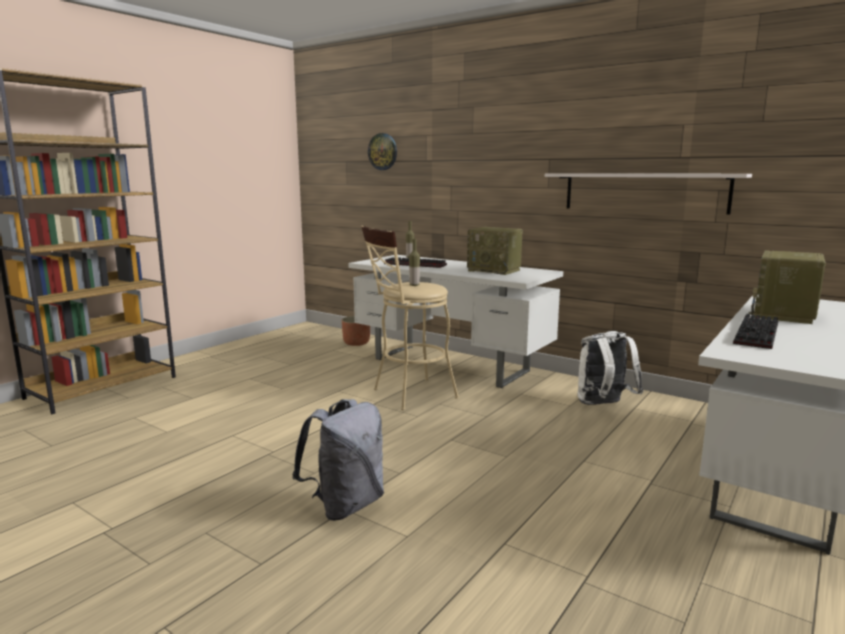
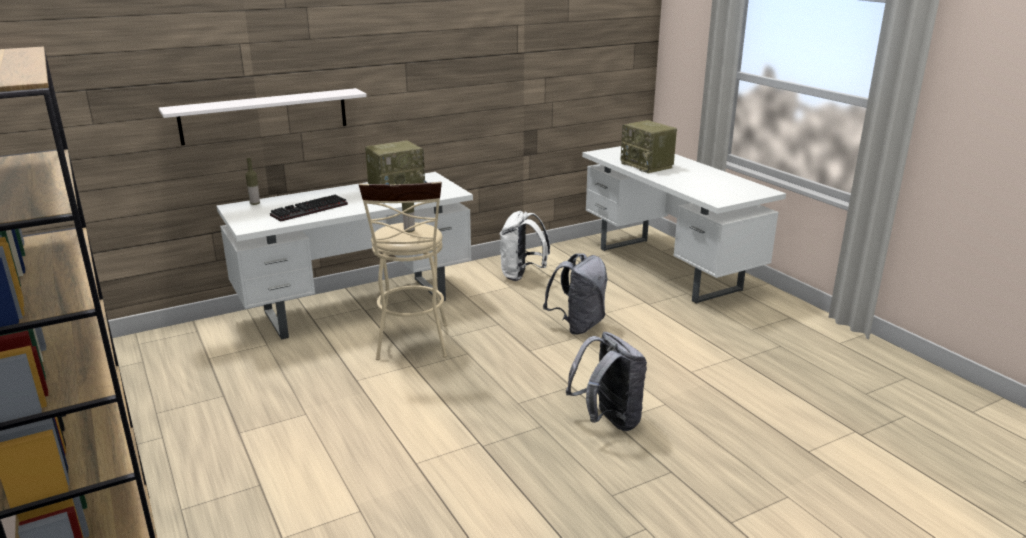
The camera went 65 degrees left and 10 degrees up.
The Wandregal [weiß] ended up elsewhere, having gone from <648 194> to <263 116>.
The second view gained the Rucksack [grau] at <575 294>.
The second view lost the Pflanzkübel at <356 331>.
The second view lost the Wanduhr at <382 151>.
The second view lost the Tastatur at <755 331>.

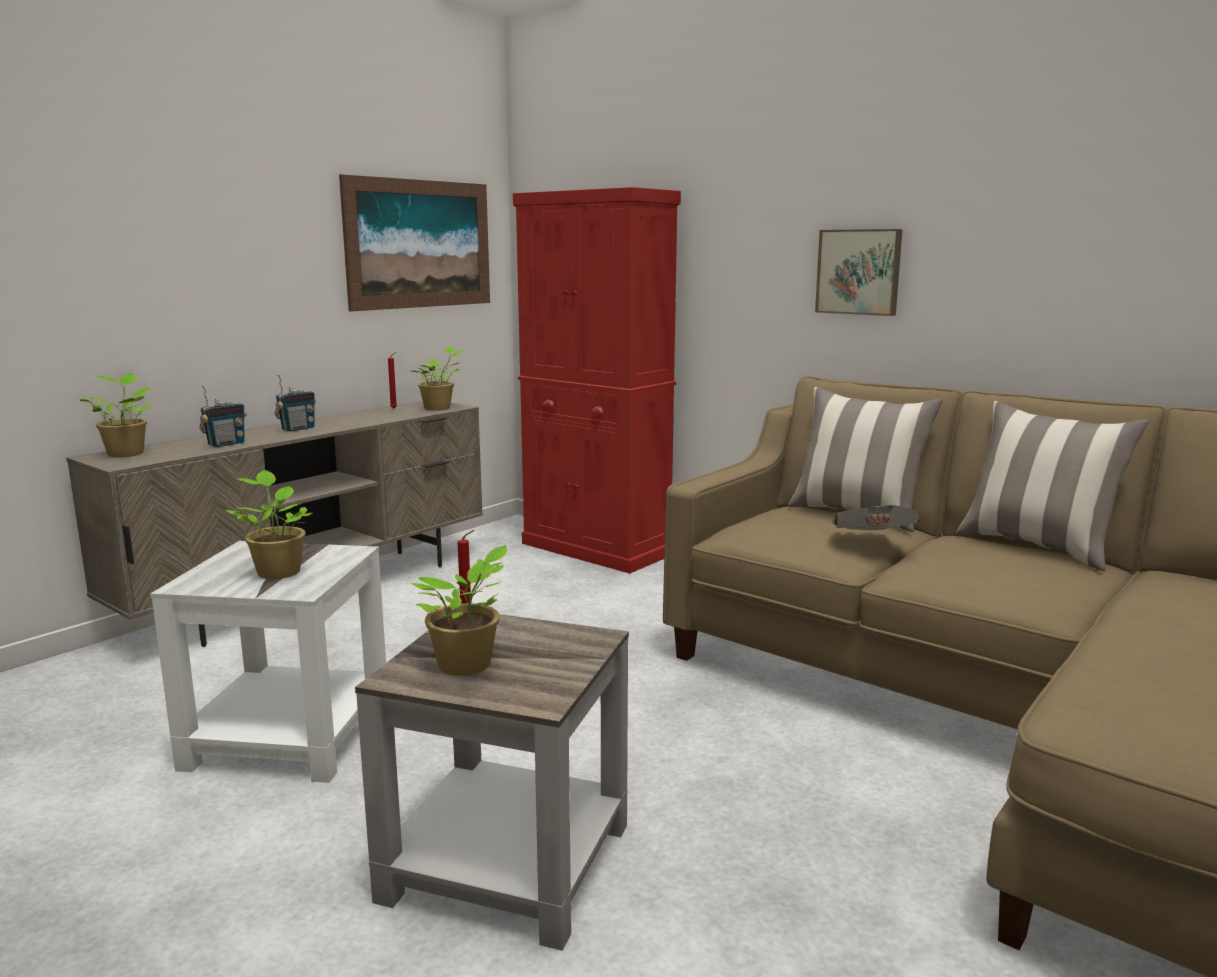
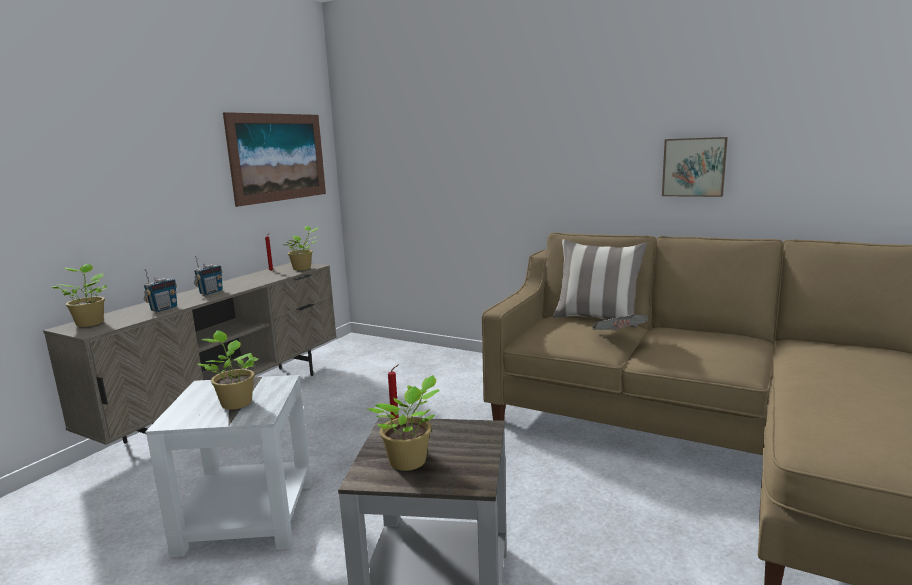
The camera went 10 degrees left and 0 degrees up.
The Bild ended up elsewhere, having gone from <858 272> to <695 167>.
The second view lost the Schrank [rot] at <597 380>.
The second view lost the Kissen at <1052 486>.

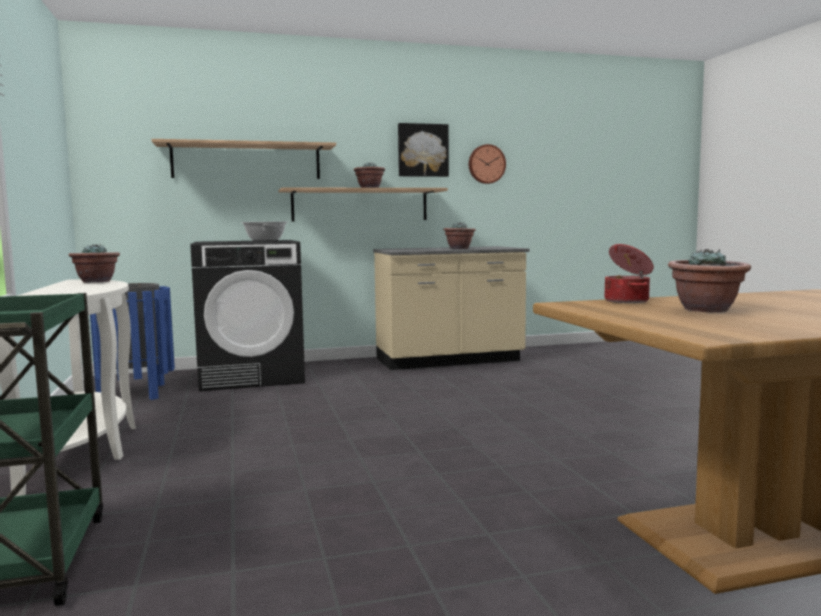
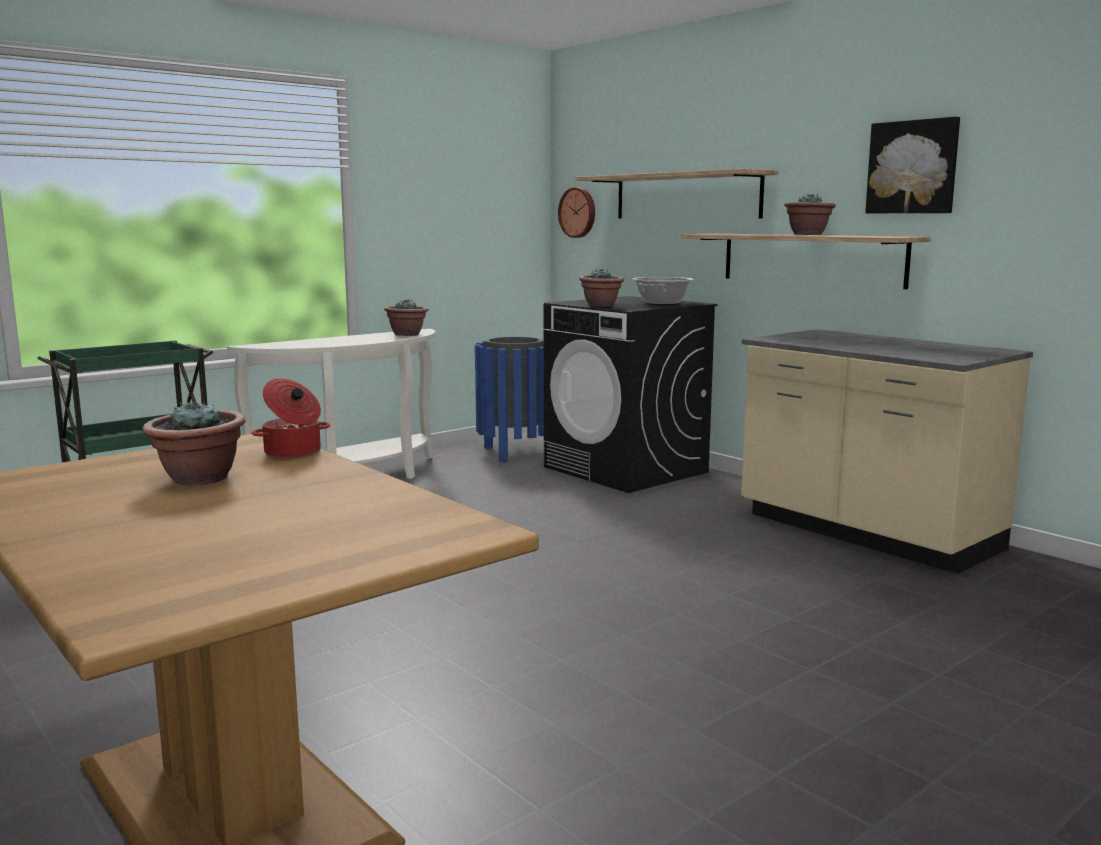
The camera went 65 degrees right and 5 degrees up.
The Wanduhr ended up elsewhere, having gone from <487 164> to <576 212>.
The Topfpflanze ended up elsewhere, having gone from <459 235> to <601 288>.

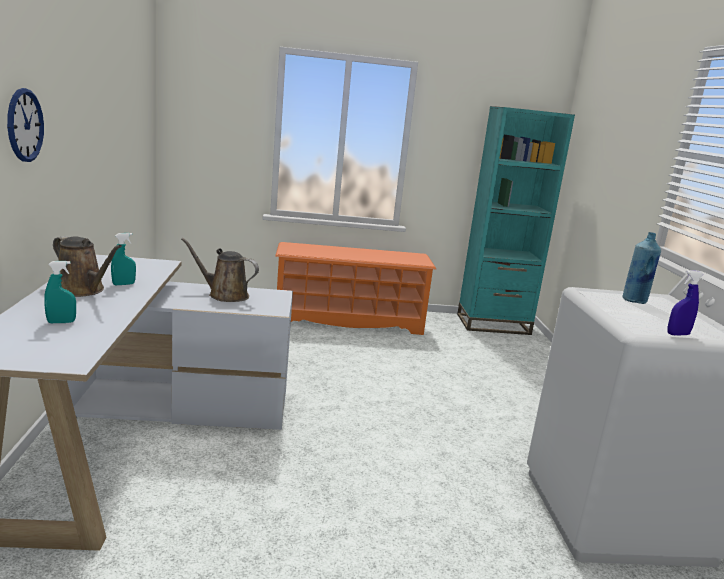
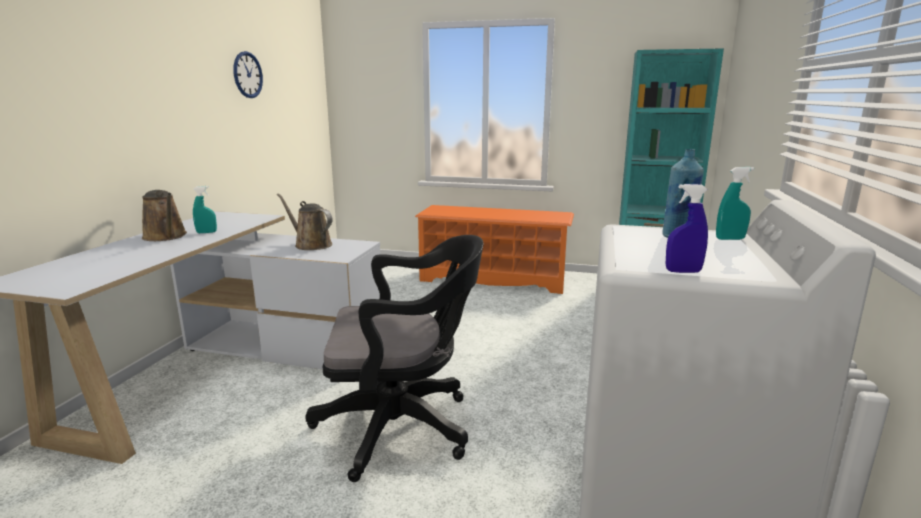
The camera went 20 degrees right and 0 degrees up.
The Wanduhr ended up elsewhere, having gone from <25 125> to <248 74>.
The second view gained the Bürostuhl [schwarz] at <394 358>.
The Sprühflasche [türkis] ended up elsewhere, having gone from <60 292> to <735 203>.

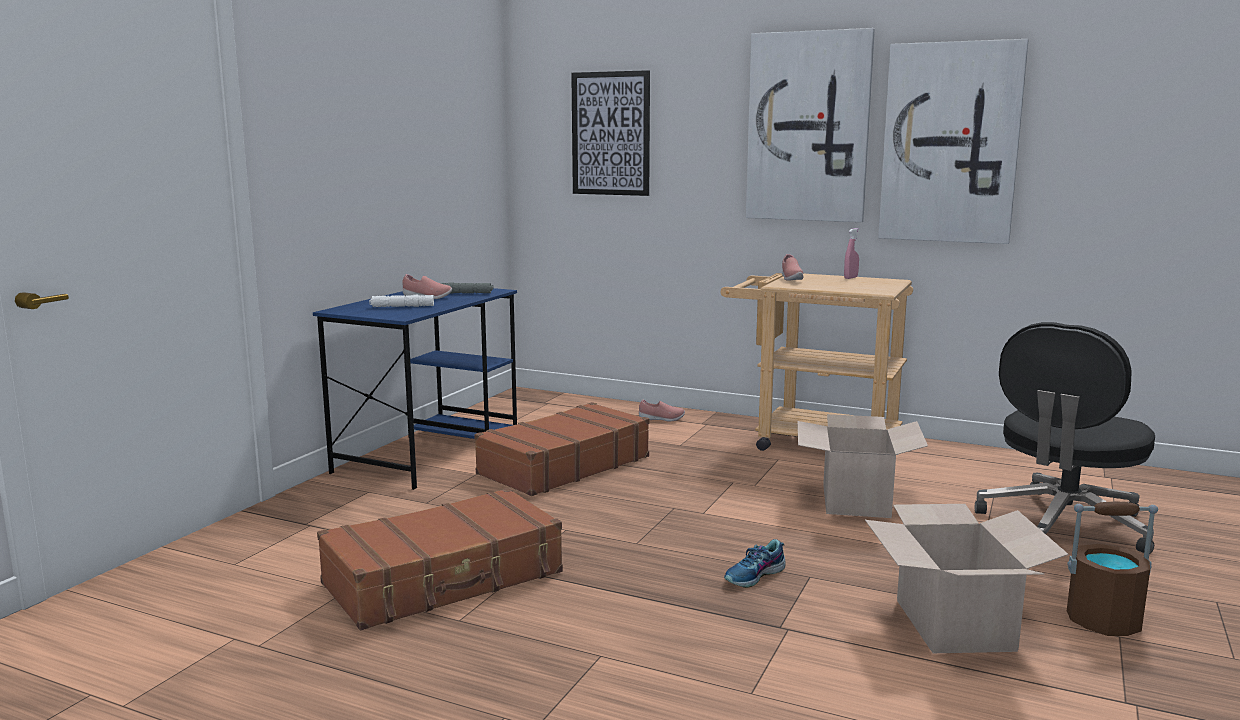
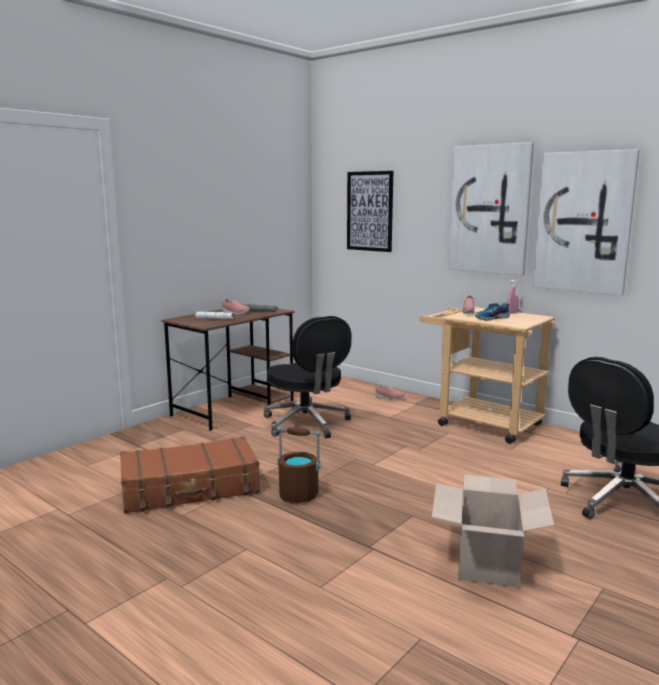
The camera went 15 degrees right and 0 degrees up.
What was the Schreibtisch [blau] at <415 389> turned into the Schreibtisch [braun] at <228 367>.
Where the Koffer [braun] stood at <561 449>, the Bürostuhl [schwarz] came to stand at <307 377>.
The Eimer [braun] ended up elsewhere, having gone from <1112 569> to <299 465>.
The Schuh ended up elsewhere, having gone from <755 563> to <492 311>.
The second view lost the Karton at <862 466>.

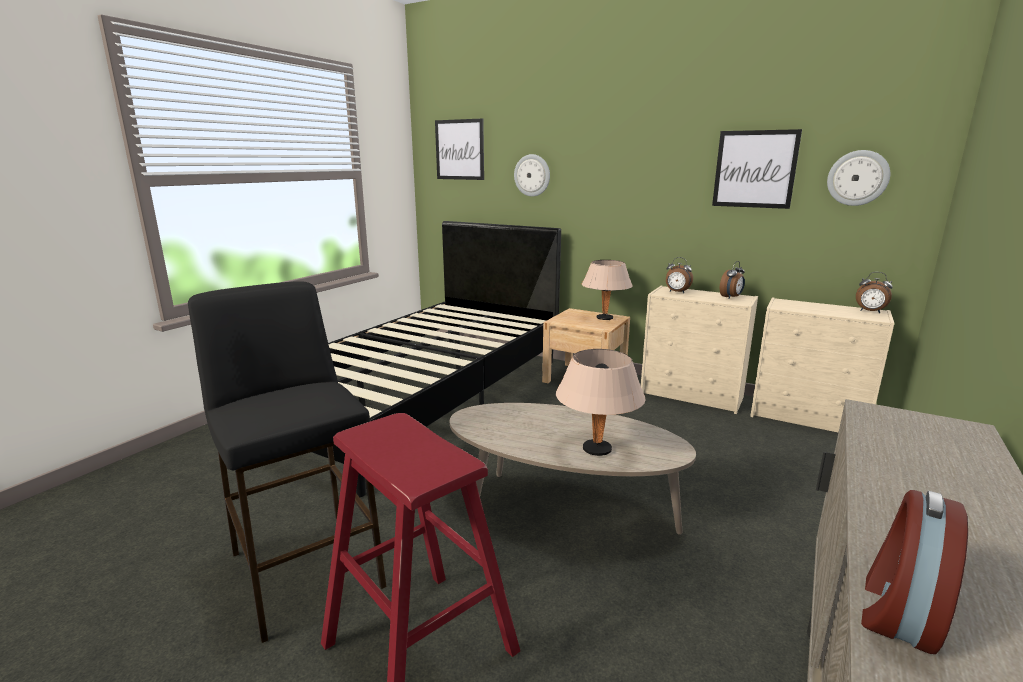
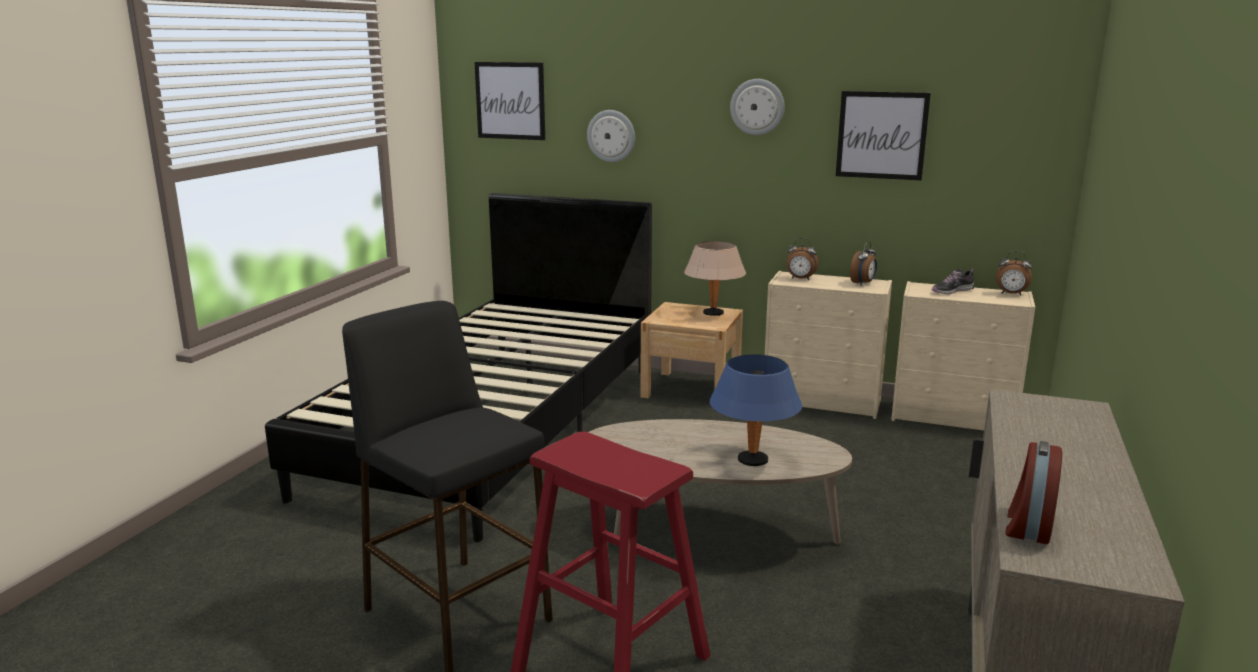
The camera went 10 degrees left and 0 degrees up.
What was the Tischlampe [beige] at <601 402> turned into the Tischlampe [blau] at <755 410>.
The Wanduhr ended up elsewhere, having gone from <858 178> to <757 107>.
The second view gained the Schuh at <953 281>.

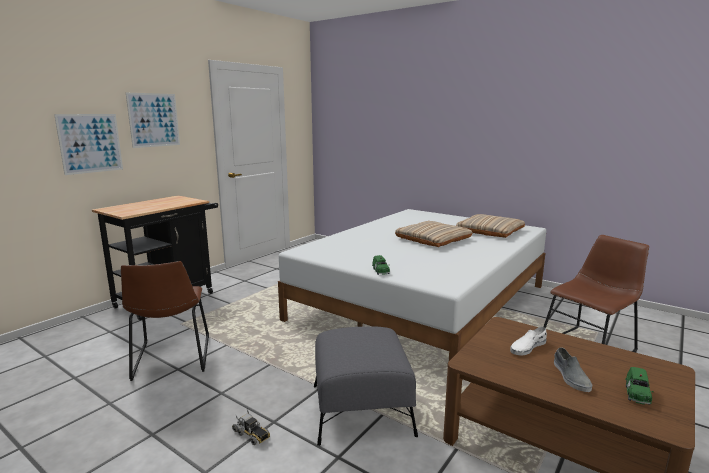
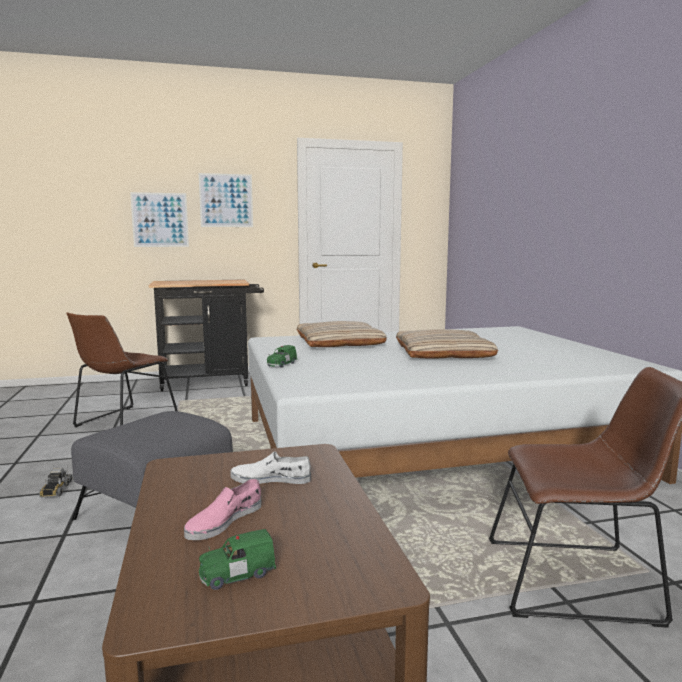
The camera went 40 degrees right and 5 degrees down.
What was the Schuh [grau] at <573 369> turned into the Schuh [rosa] at <222 509>.
The Kissen [beige] ended up elsewhere, having gone from <490 226> to <341 334>.

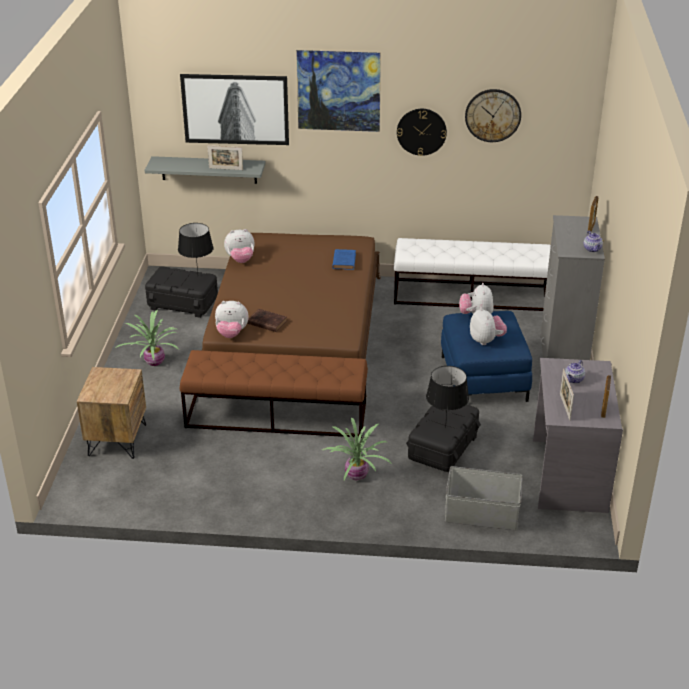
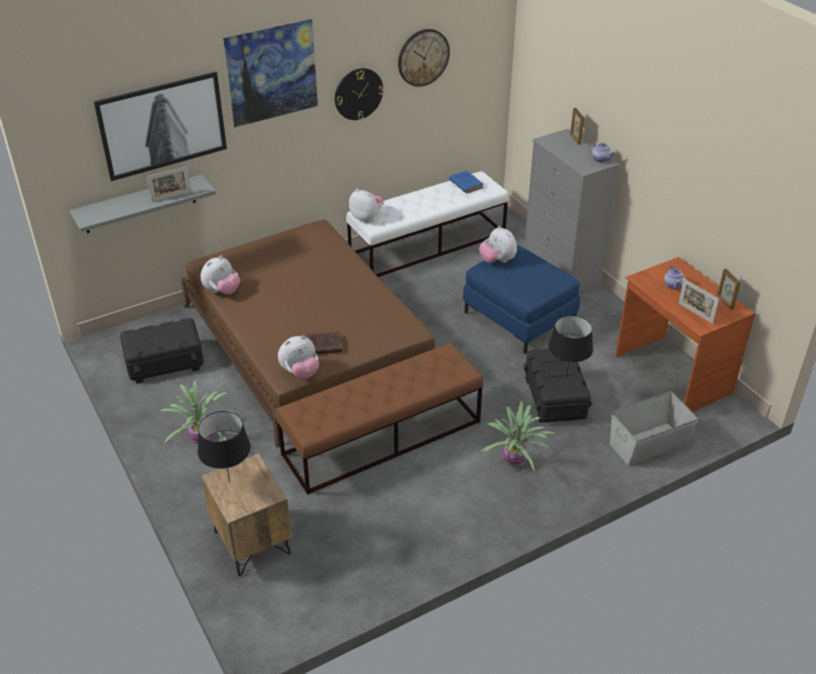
The camera went 35 degrees left and 5 degrees up.
The Tischlampe [schwarz] ended up elsewhere, having gone from <195 248> to <224 446>.
The Plüschtier ended up elsewhere, having gone from <488 326> to <366 205>.
The Buch [blau] ended up elsewhere, having gone from <344 259> to <466 182>.
What was the Schreibtisch [grau] at <578 435> turned into the Schreibtisch [braun] at <685 334>.

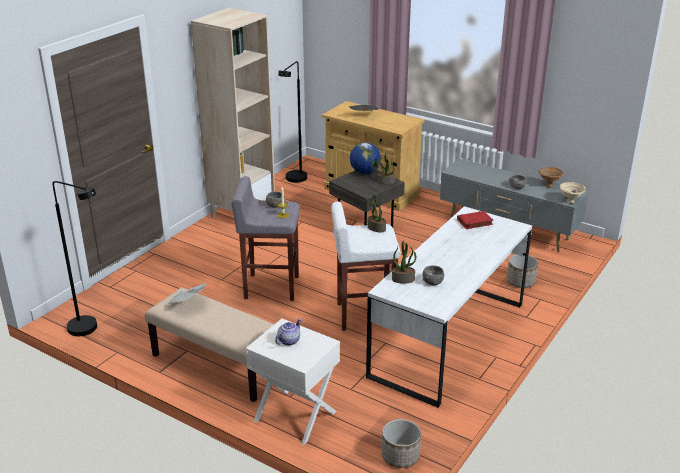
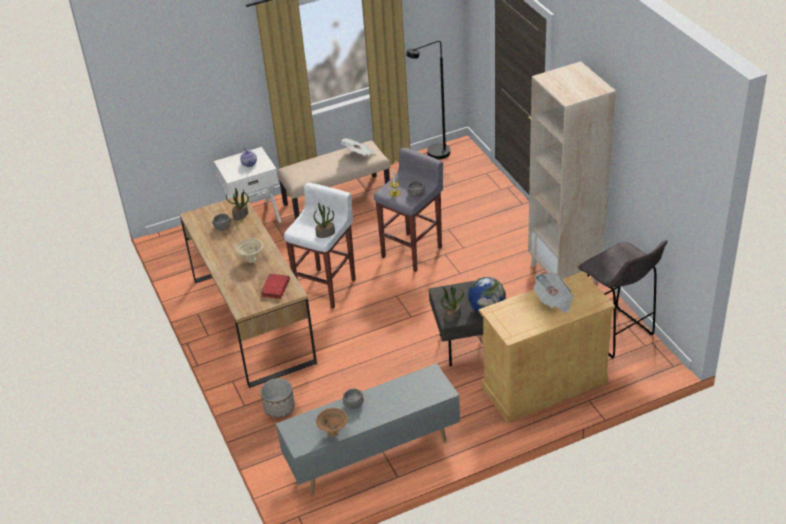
The camera went 125 degrees right and 10 degrees up.
What was the Schreibtisch [weiß] at <449 307> turned into the Schreibtisch [braun] at <248 291>.
The Schüssel [beige] ended up elsewhere, having gone from <572 192> to <249 250>.
Where the Stehlampe [schwarz] stood at <292 122>, the Hocker [grau] came to stand at <623 299>.
The second view lost the Pflanzkübel at <401 443>.

